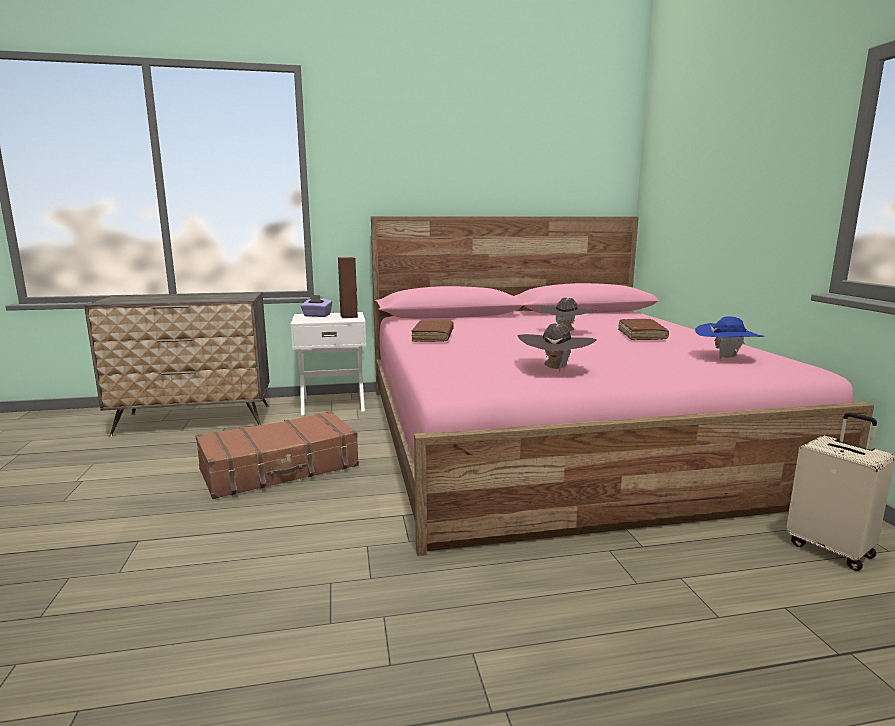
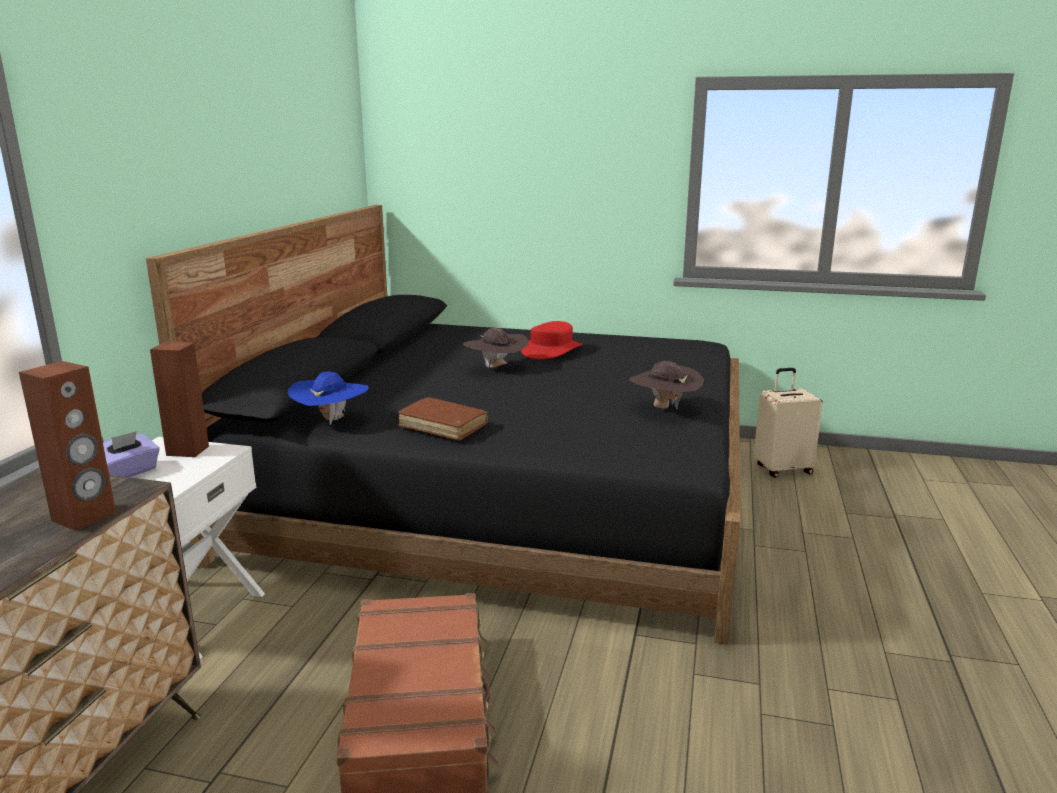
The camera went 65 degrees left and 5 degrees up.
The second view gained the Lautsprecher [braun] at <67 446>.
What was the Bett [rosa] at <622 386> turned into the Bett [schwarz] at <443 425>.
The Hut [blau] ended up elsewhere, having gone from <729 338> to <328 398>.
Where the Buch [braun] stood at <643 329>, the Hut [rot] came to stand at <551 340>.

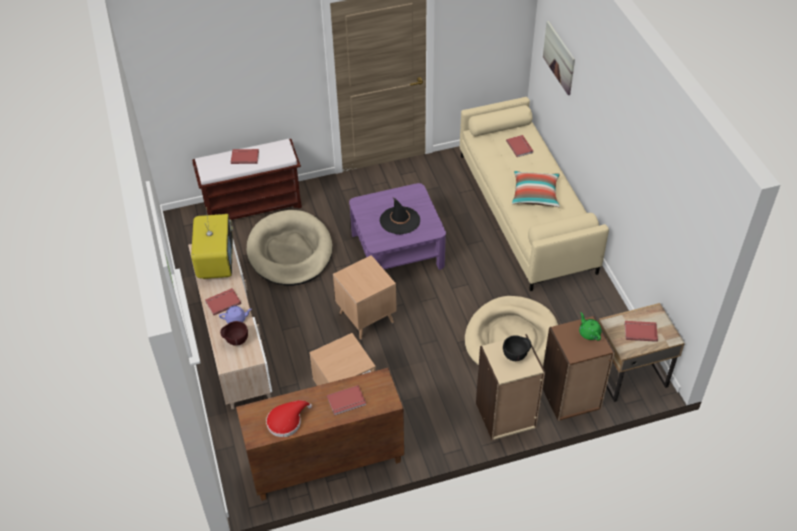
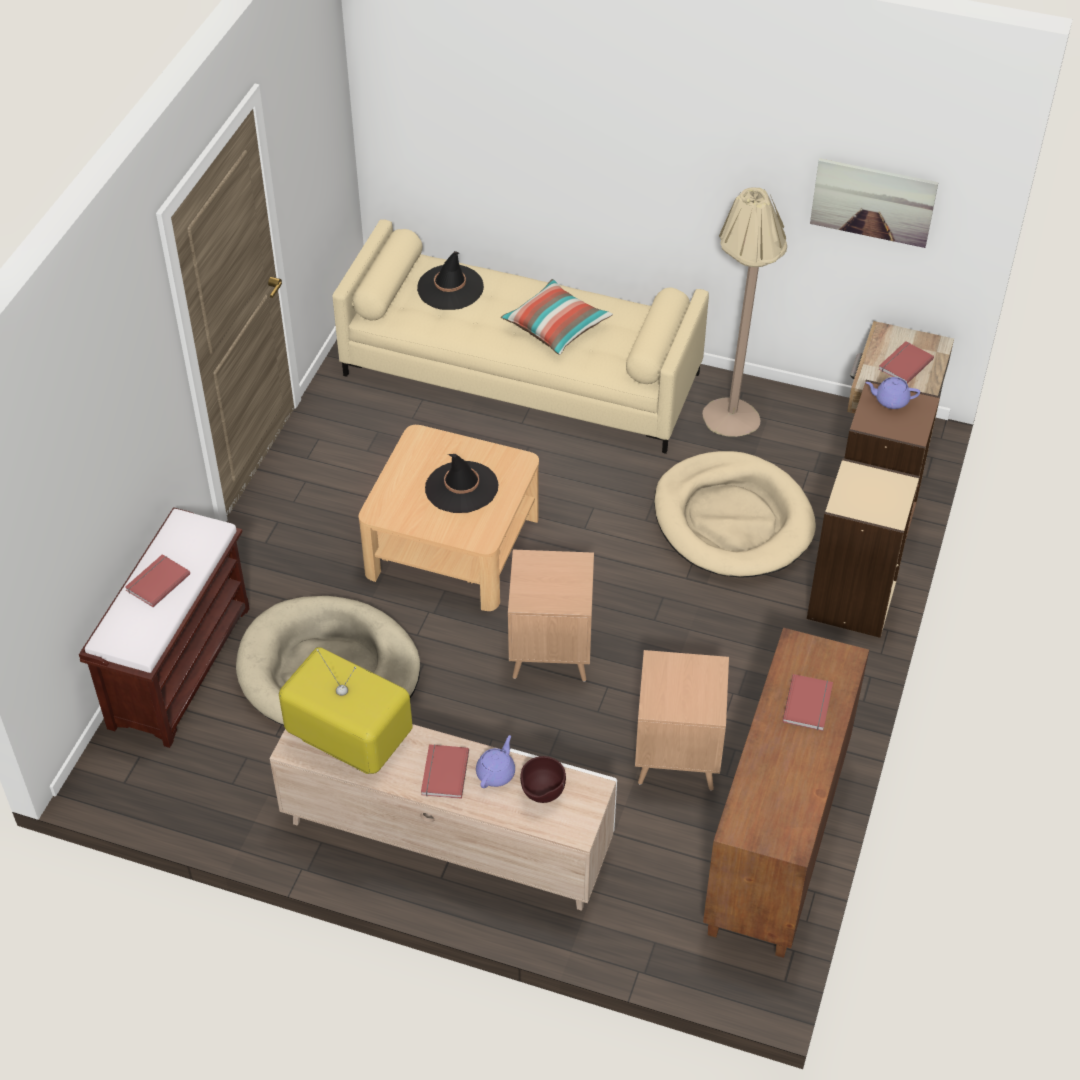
The camera went 55 degrees left and 0 degrees up.
What was the Couchtisch [lila] at <397 226> turned into the Couchtisch [beige] at <449 518>.
Where the Buch [rot] stood at <519 146>, the Hut [schwarz] came to stand at <450 280>.
The second view gained the Stehlampe [beige] at <744 312>.
The Bild ended up elsewhere, having gone from <559 58> to <874 203>.
What was the Teekanne [grün] at <590 326> turned into the Teekanne [lila] at <892 393>.
The second view lost the Hut [rot] at <289 418>.
The second view lost the Schüssel [schwarz] at <517 348>.

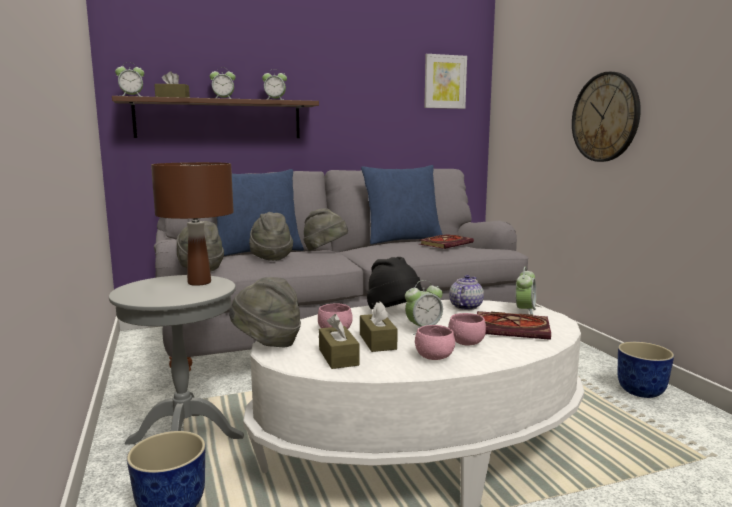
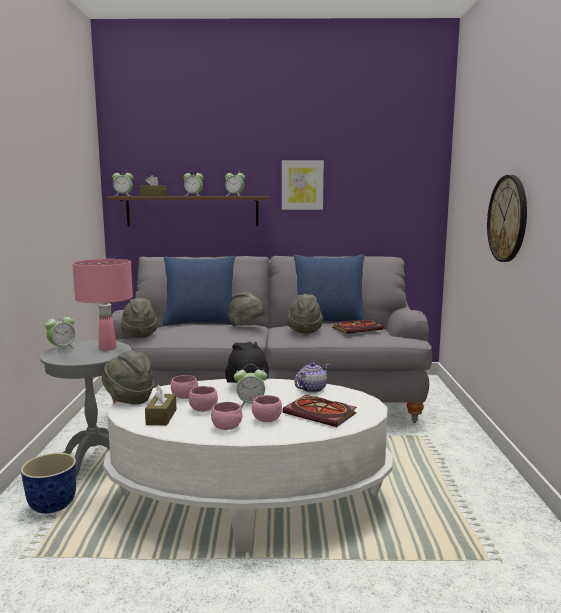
The camera went 20 degrees right and 0 degrees up.
The Wecker ended up elsewhere, having gone from <526 291> to <61 332>.
What was the Tischlampe [braun] at <192 224> turned into the Tischlampe [rosa] at <102 305>.
Where the Taschentuchbox [braun] stood at <379 327>, the Schüssel [rosa] came to stand at <203 399>.
The Bild ended up elsewhere, having gone from <445 81> to <303 185>.
The Hut [grau] ended up elsewhere, having gone from <271 236> to <305 314>.
The second view lost the Pflanzkübel at <646 370>.

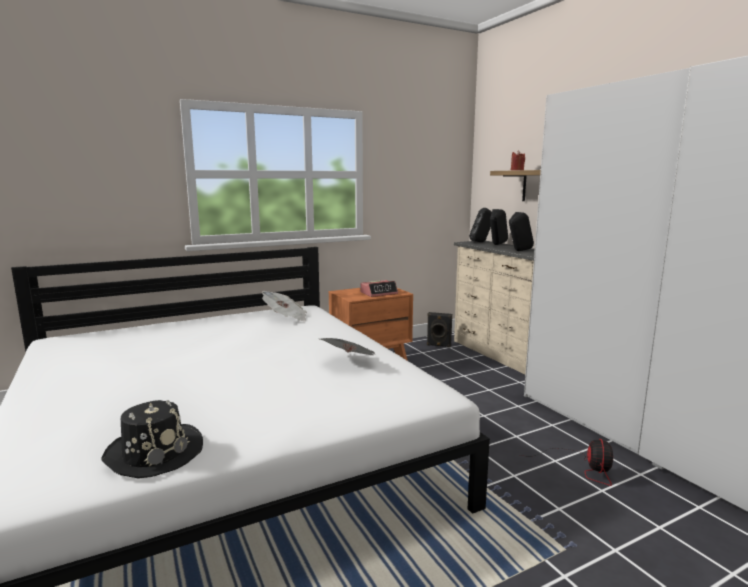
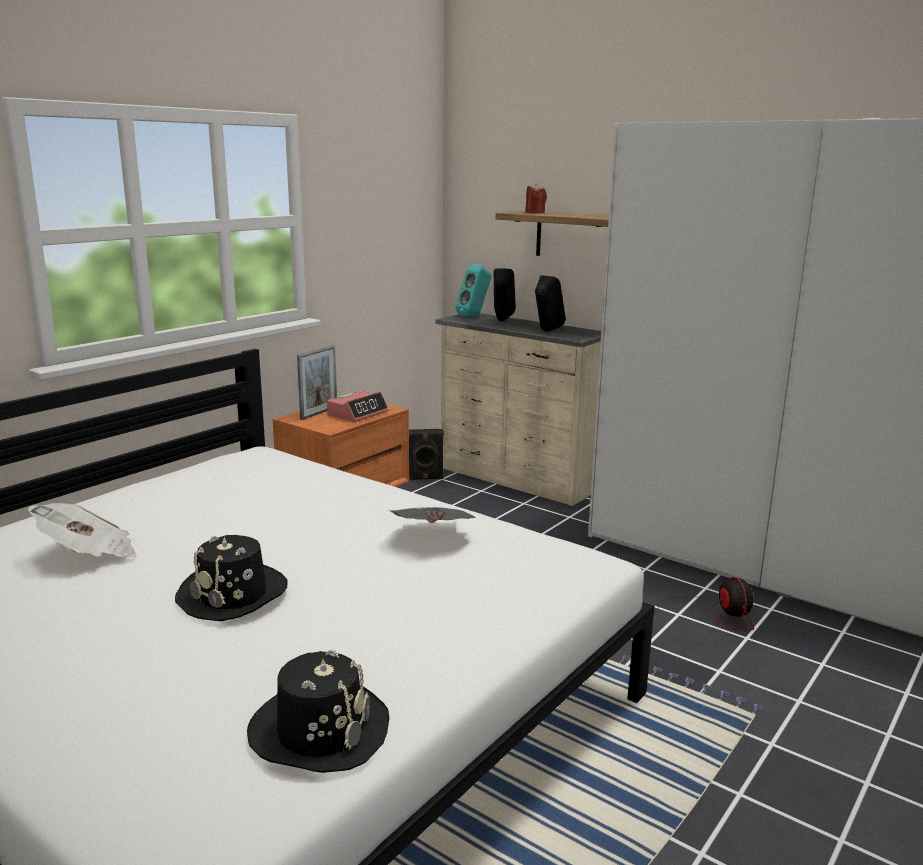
The camera went 25 degrees left and 5 degrees up.
The Zeitung ended up elsewhere, having gone from <284 306> to <82 530>.
The second view gained the Hut [schwarz] at <231 578>.
The second view gained the Bilderrahmen at <317 382>.
What was the Lautsprecher [schwarz] at <480 225> turned into the Lautsprecher [türkis] at <474 290>.

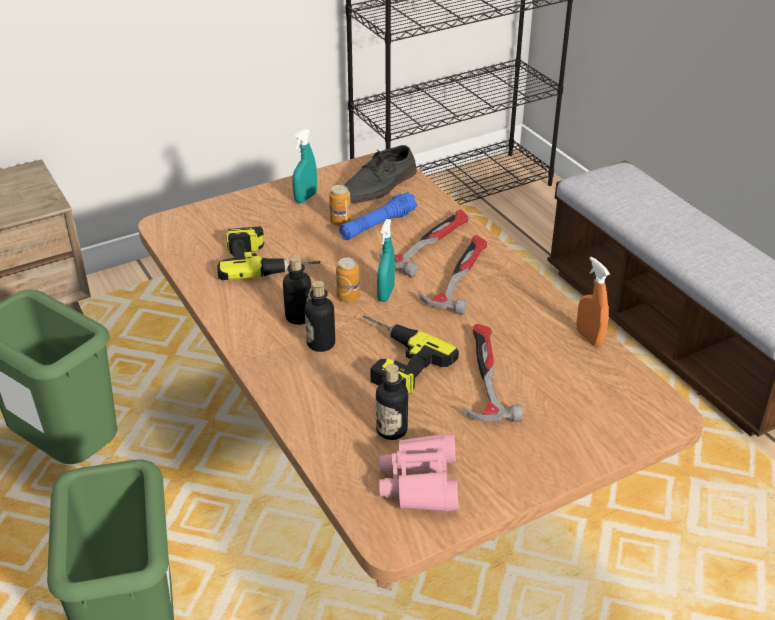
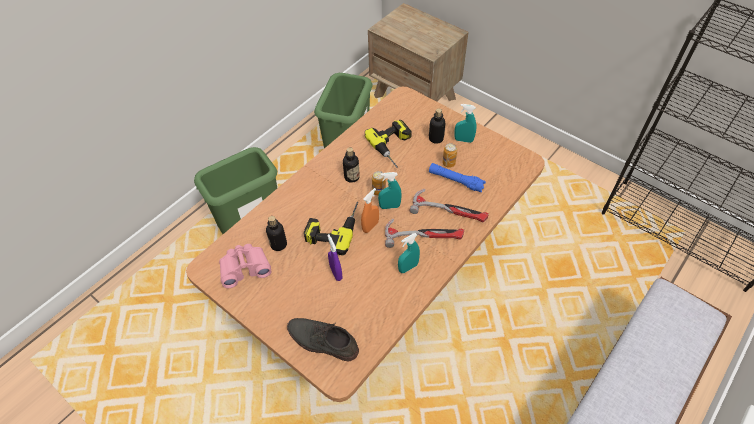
The camera went 70 degrees right and 15 degrees up.
The Schuh [grau] ended up elsewhere, having gone from <381 174> to <323 339>.
Where the Hammer stood at <492 373>, the Sprühflasche [lila] came to stand at <335 257>.
The Sprühflasche [orange] ended up elsewhere, having gone from <593 302> to <370 210>.
The second view gained the Sprühflasche [türkis] at <409 253>.
The Flasche ended up elsewhere, having gone from <320 316> to <437 126>.

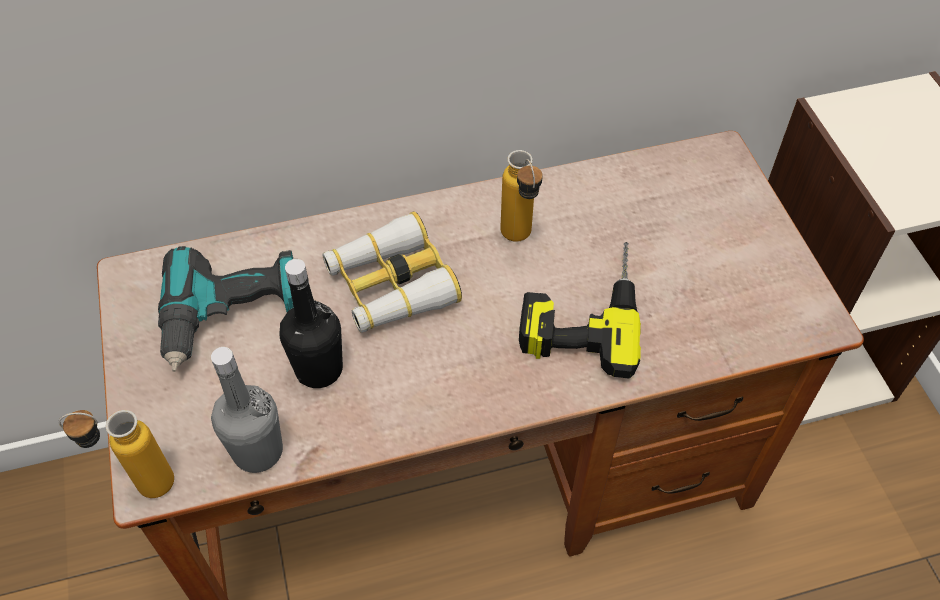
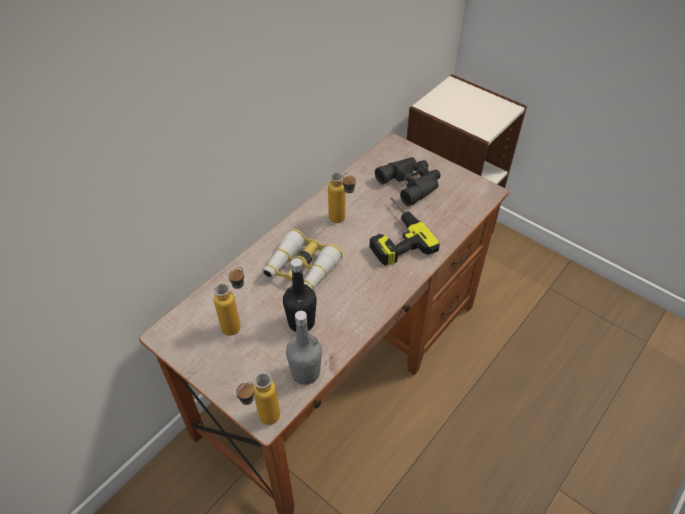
The camera went 35 degrees left and 5 degrees down.
Where the Bohrmaschine stood at <226 309>, the Flasche came to stand at <229 301>.
The second view gained the Fernglas [schwarz] at <408 181>.

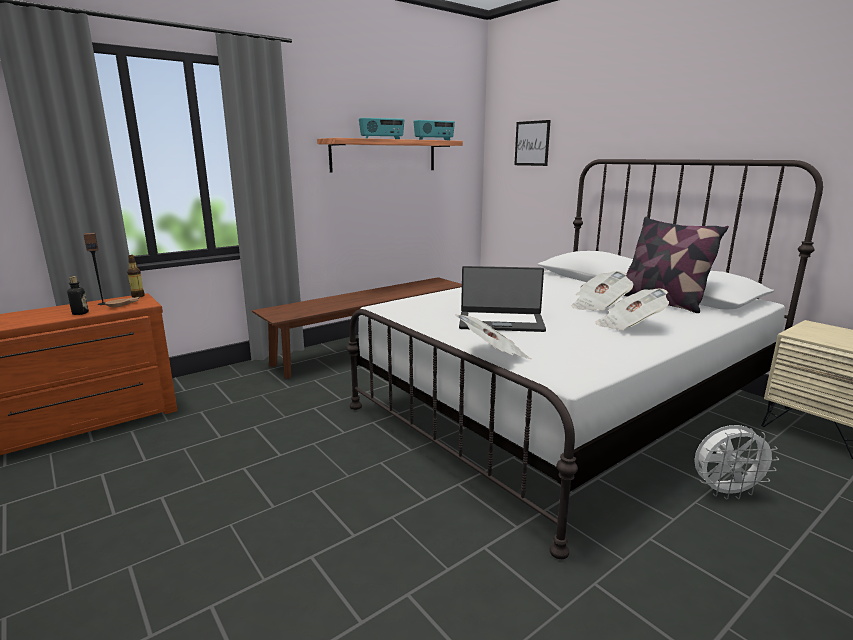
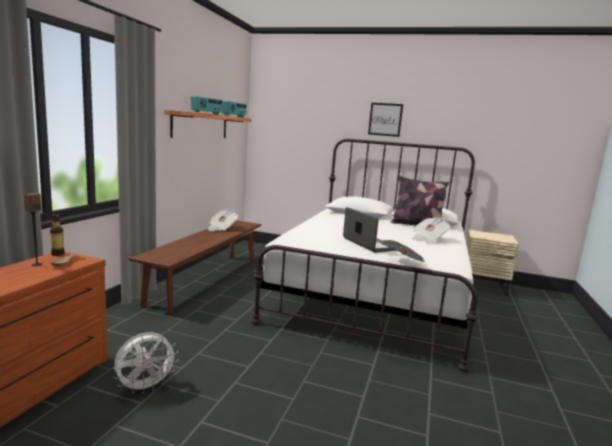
The camera went 35 degrees left and 5 degrees down.
The Ventilator [weiß] ended up elsewhere, having gone from <736 462> to <145 363>.
The Zeitung ended up elsewhere, having gone from <602 291> to <223 220>.
The Laptop at <502 299> ended up facing another way, 90 degrees counterclockwise from before.
The Bild ended up elsewhere, having gone from <532 143> to <385 120>.
The second view lost the Flasche at <78 295>.

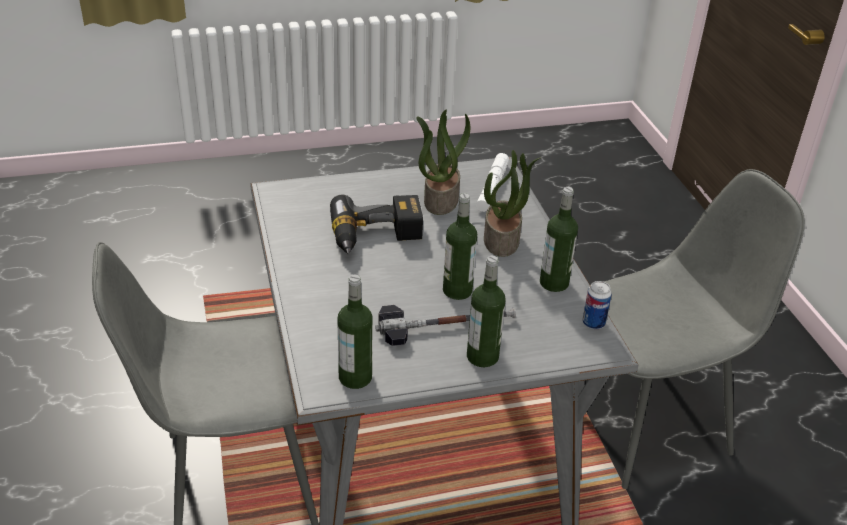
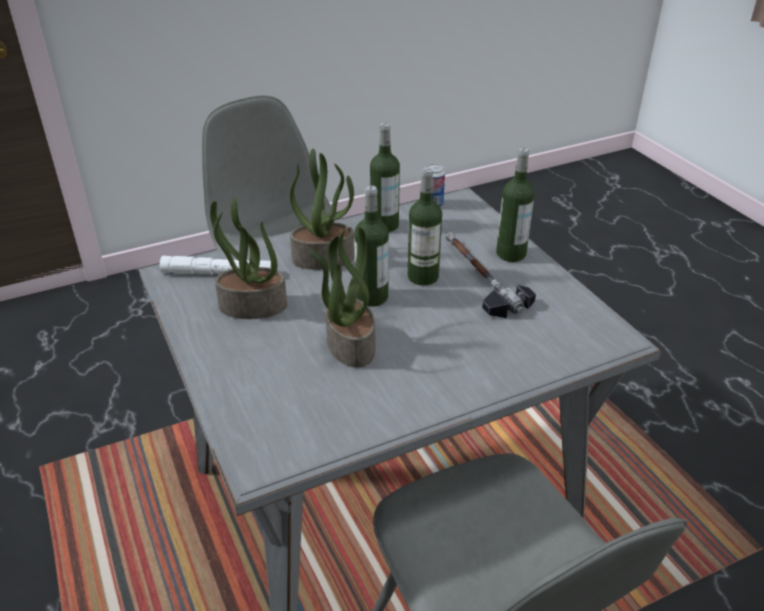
The camera went 100 degrees left and 0 degrees up.
Where the Bohrmaschine stood at <376 225>, the Topfpflanze came to stand at <342 297>.
The Flasche ended up elsewhere, having gone from <355 332> to <371 246>.

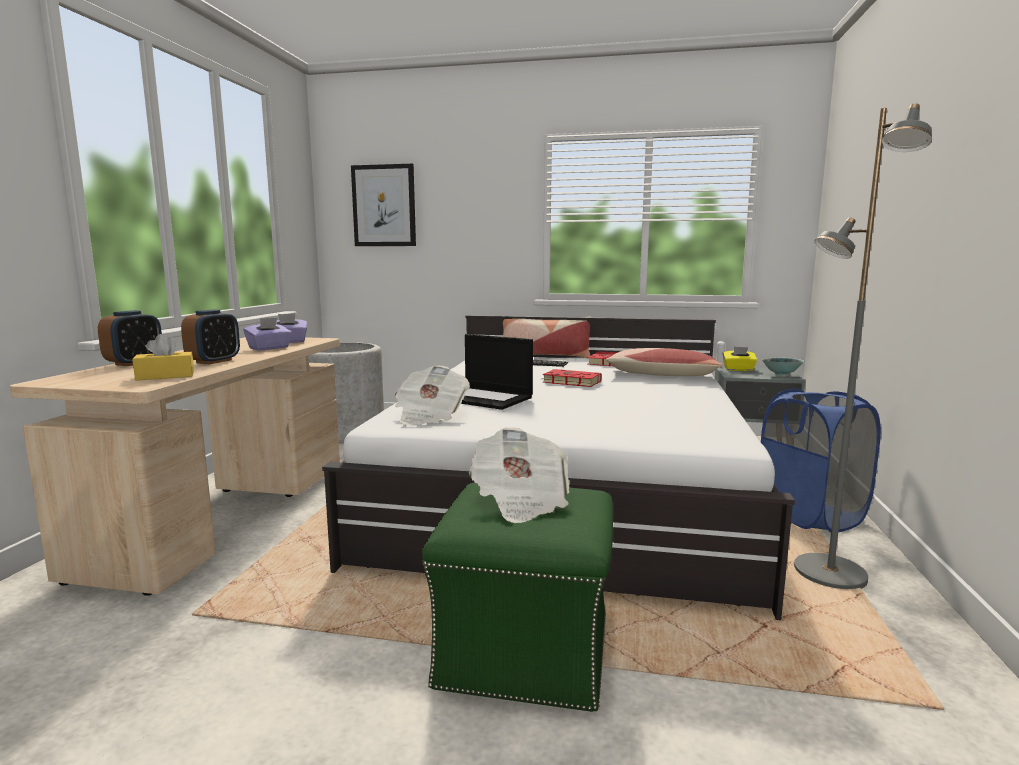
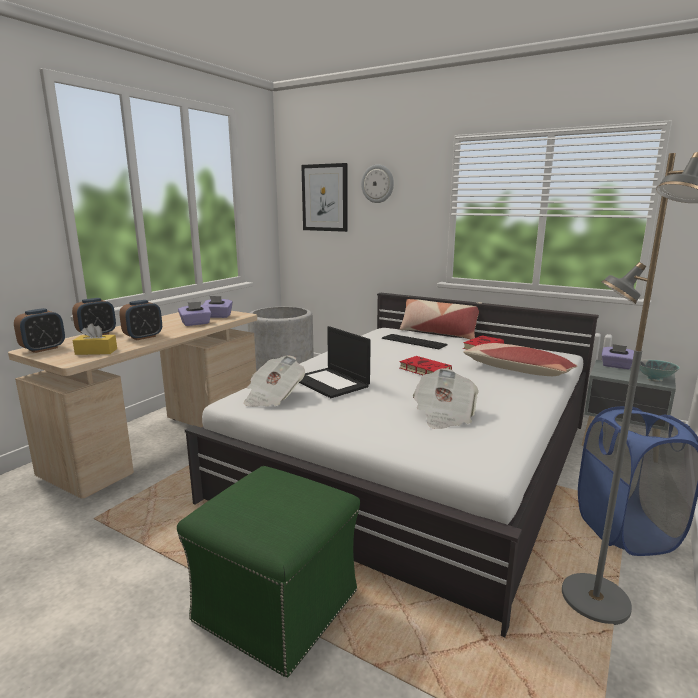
The camera went 20 degrees right and 5 degrees up.
The second view gained the Wecker at <39 330>.
The second view gained the Wanduhr at <377 183>.
The Zeitung ended up elsewhere, having gone from <519 475> to <446 398>.
What was the Taschentuchbox [gelb] at <740 359> turned into the Taschentuchbox [lila] at <617 356>.

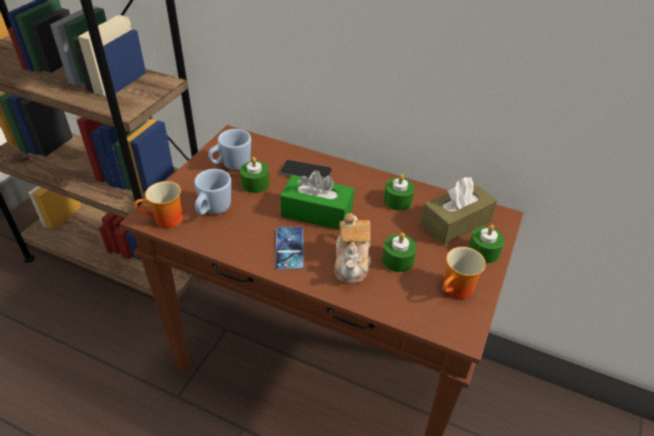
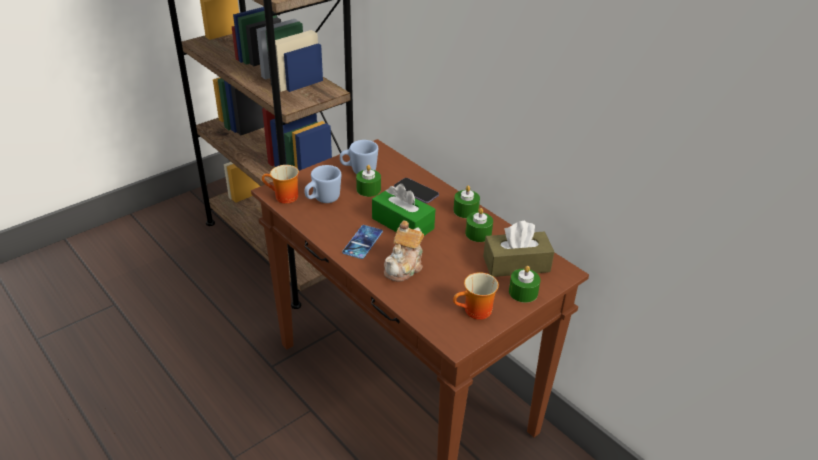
The camera went 25 degrees right and 5 degrees down.
The Kerze [grün] ended up elsewhere, having gone from <399 252> to <466 201>.

